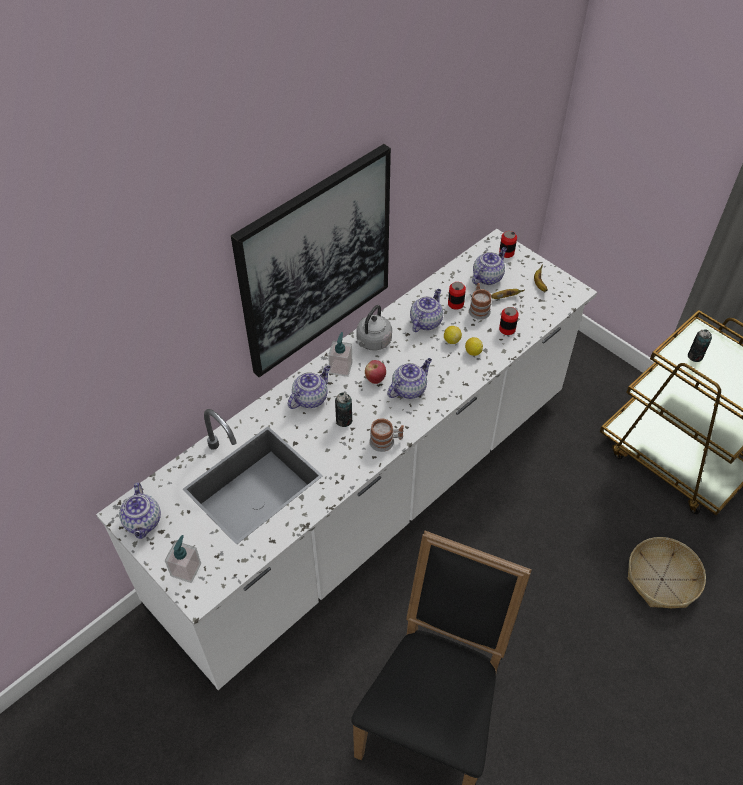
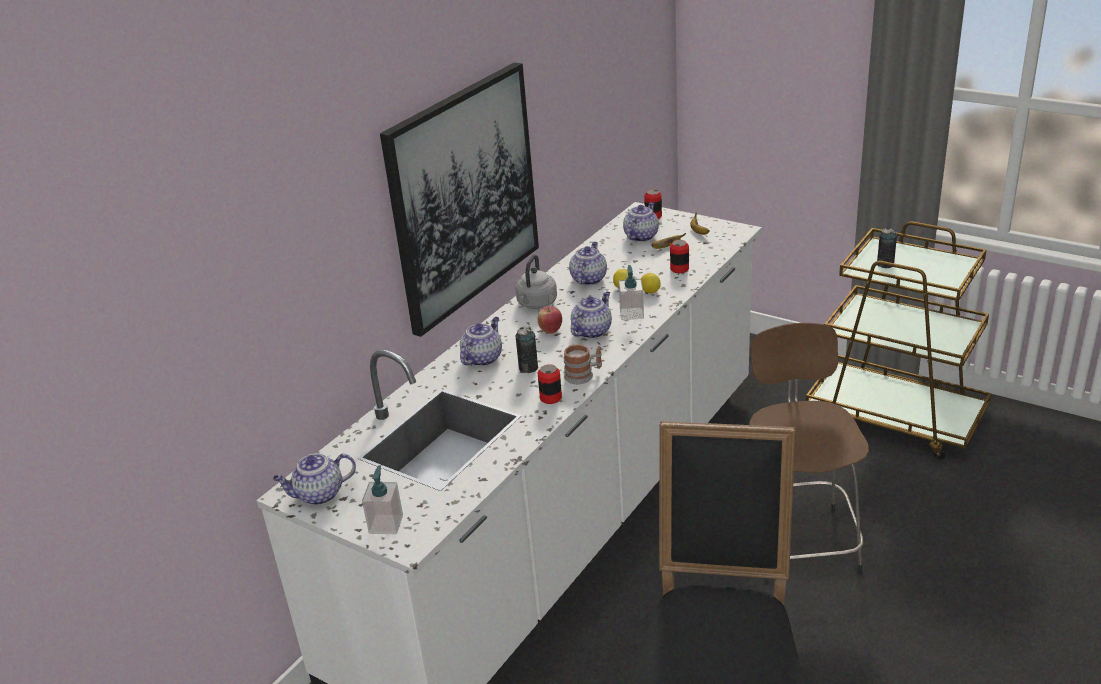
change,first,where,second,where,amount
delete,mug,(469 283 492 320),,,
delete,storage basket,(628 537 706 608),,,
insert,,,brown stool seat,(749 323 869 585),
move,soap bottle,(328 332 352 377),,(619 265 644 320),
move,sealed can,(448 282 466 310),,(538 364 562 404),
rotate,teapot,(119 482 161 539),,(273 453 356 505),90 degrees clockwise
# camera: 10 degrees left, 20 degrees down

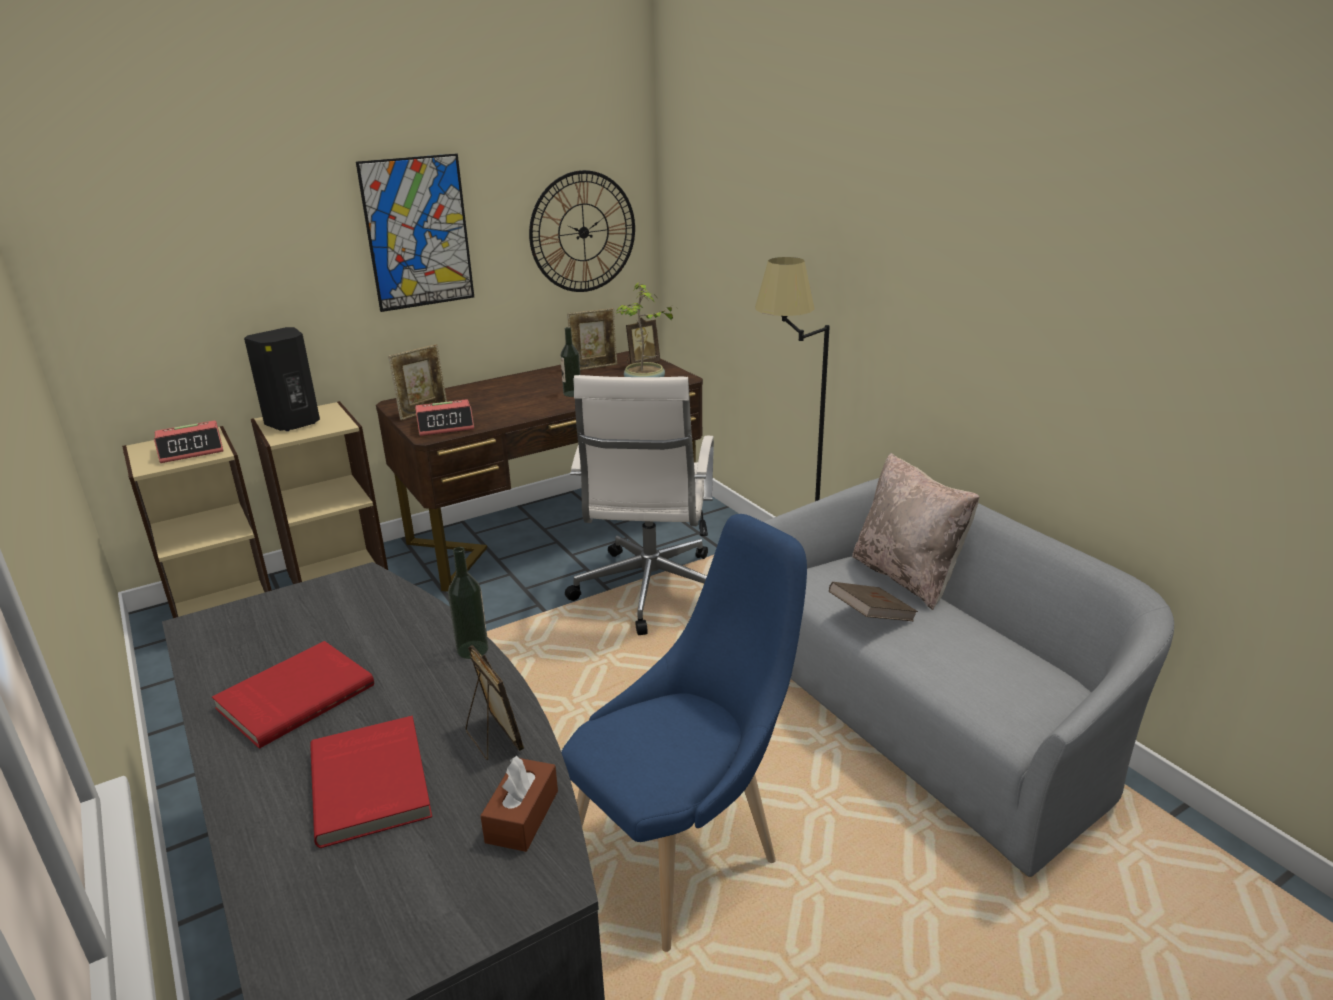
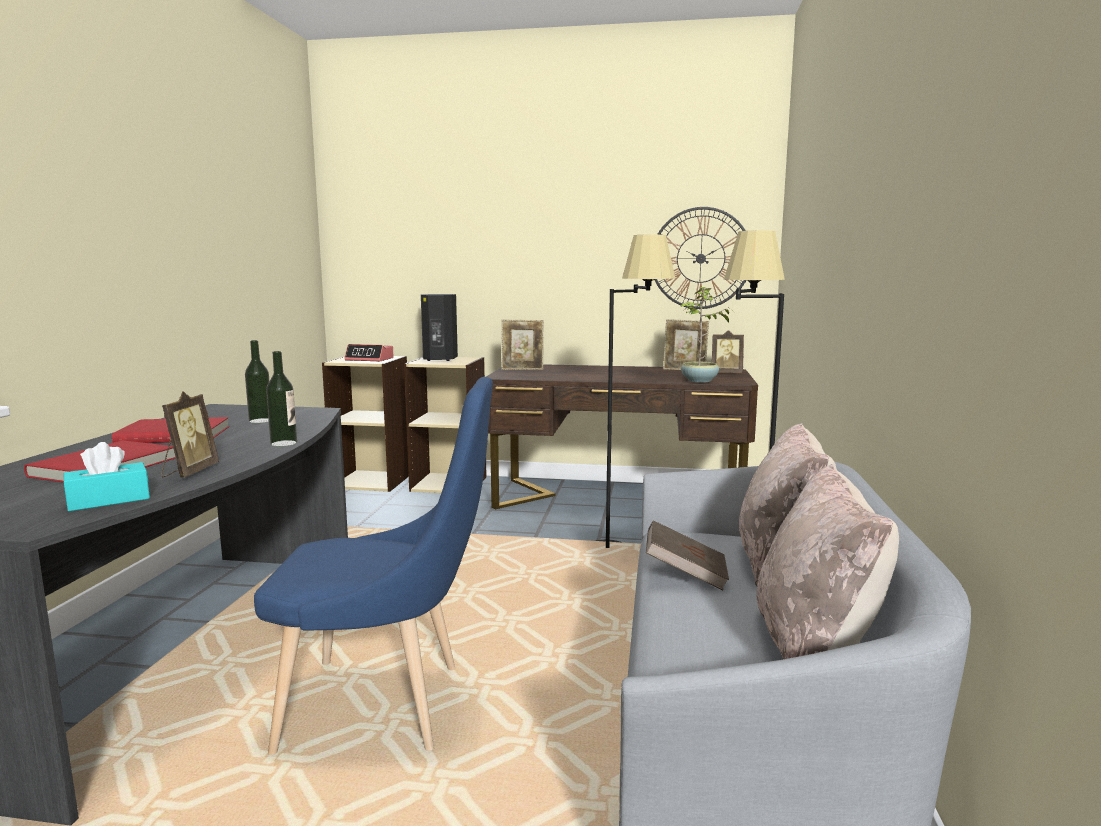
change,first,where,second,where,amount
delete,wall picture,(356 154 474 312),,,
delete,table clock,(415 399 474 436),,,
insert,,,beige pillow,(757 464 899 659),
move,beverage bottle,(560 327 581 397),,(245 340 269 423),
replace,white desk chair,(565 375 714 635),black standing lamp,(596 234 675 548),
recolor,brown tissue holder,(481 756 558 852),turquoise tissue holder,(64 442 150 511),
# camera: 40 degrees right, 15 degrees down

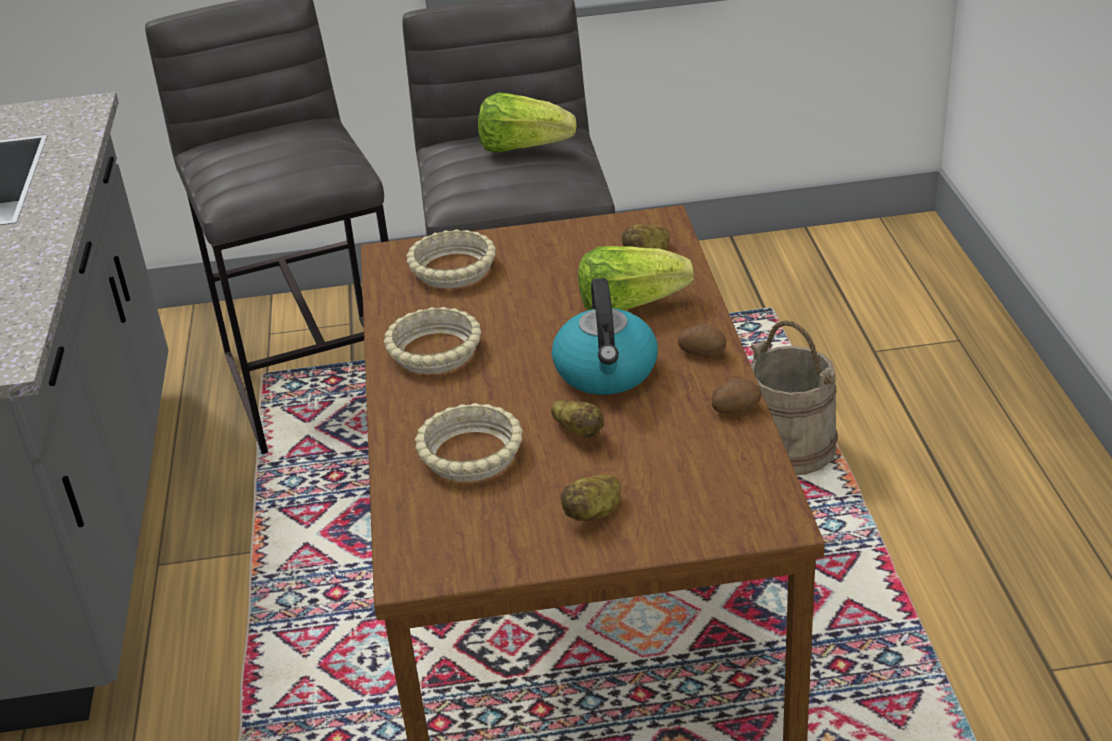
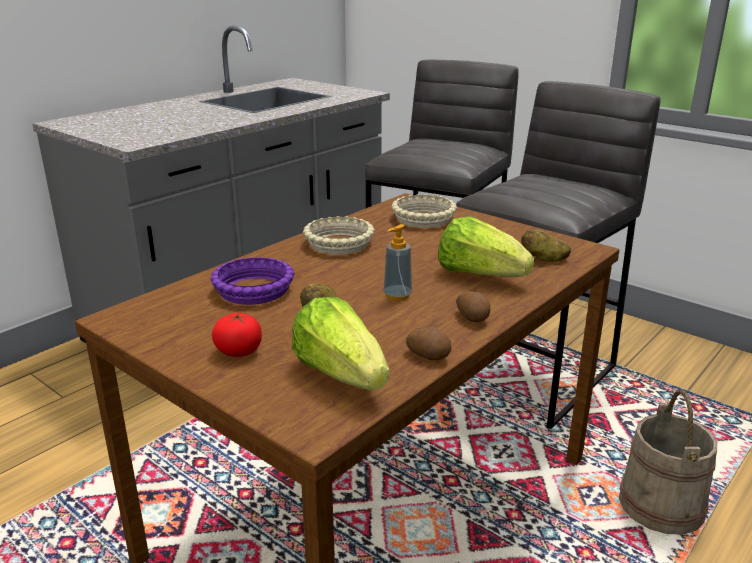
change,first,where,second,where,amount
move,lettuce,(478 93 577 153),,(292 297 389 390),
replace,water kettle,(552 278 658 395),soap bottle,(384 224 412 301),
replace,spud,(561 475 621 521),tomato,(212 312 262 357),
recolor,beige serving bowl,(415 403 523 481),purple-coloured serving bowl,(210 257 294 305),
# camera: 45 degrees right, 10 degrees down

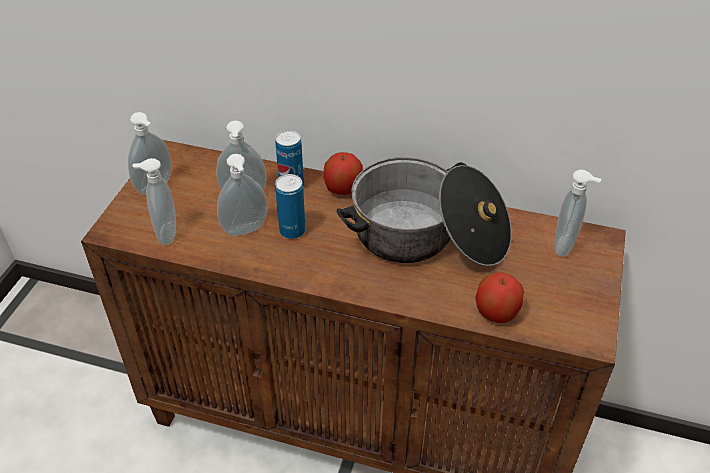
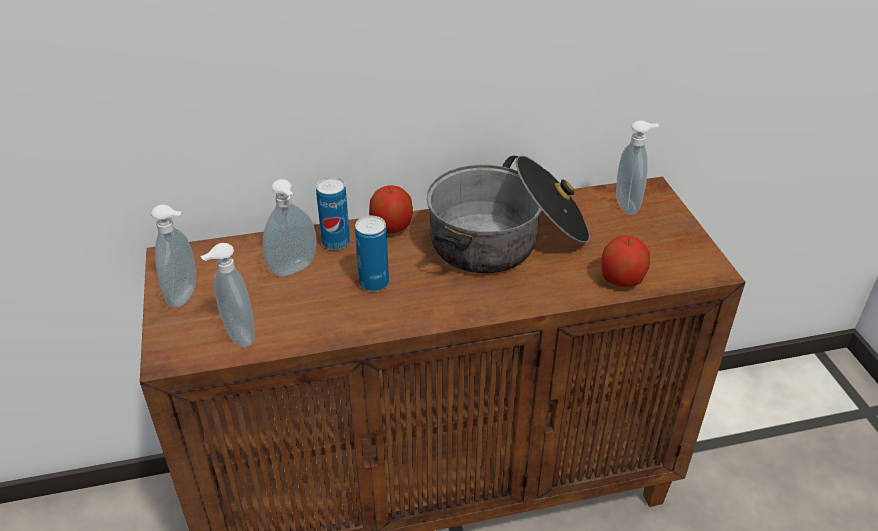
change,first,where,second,where,amount
delete,soap bottle,(217 154 267 236),,,
# camera: 30 degrees left, 5 degrees down

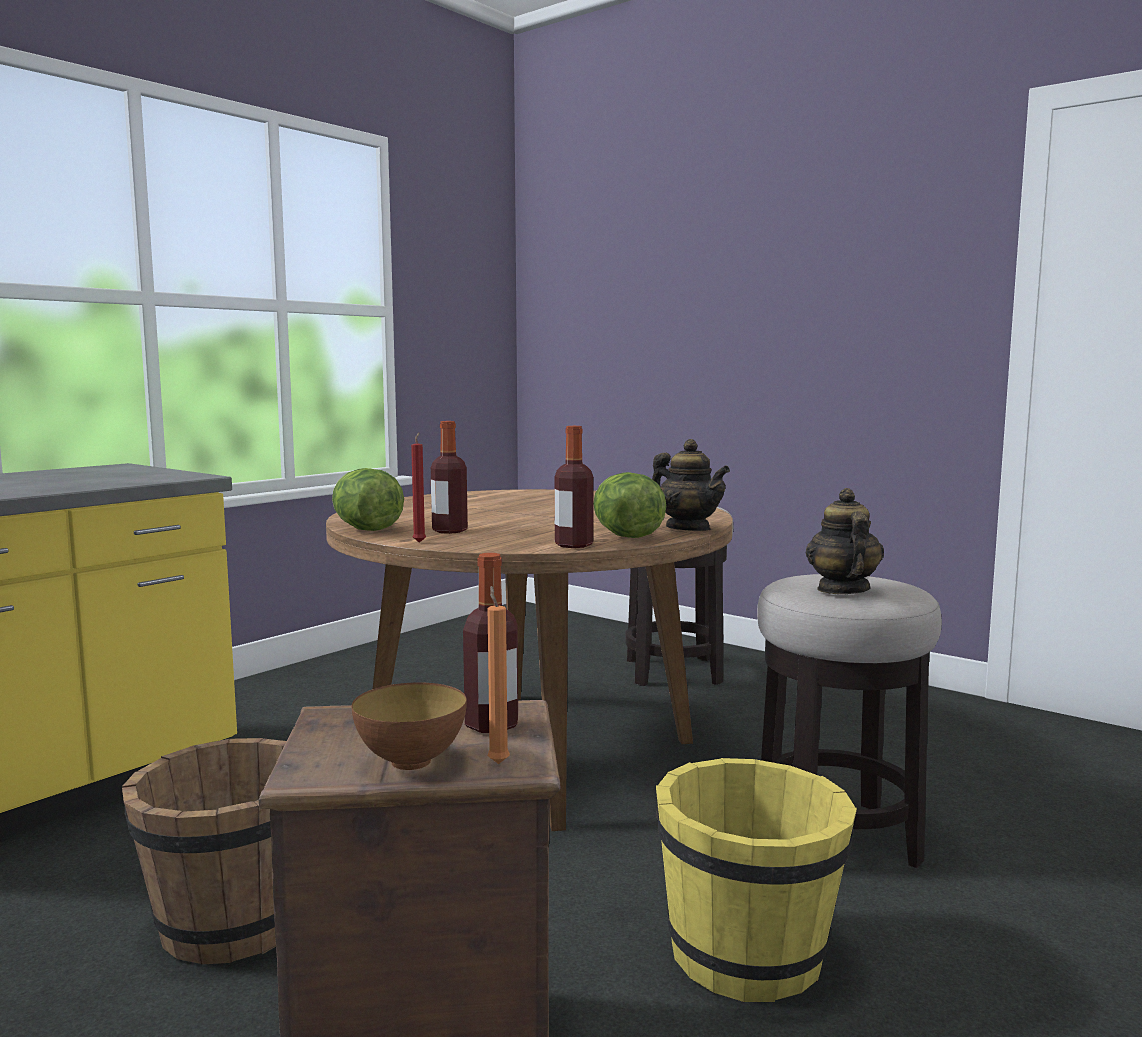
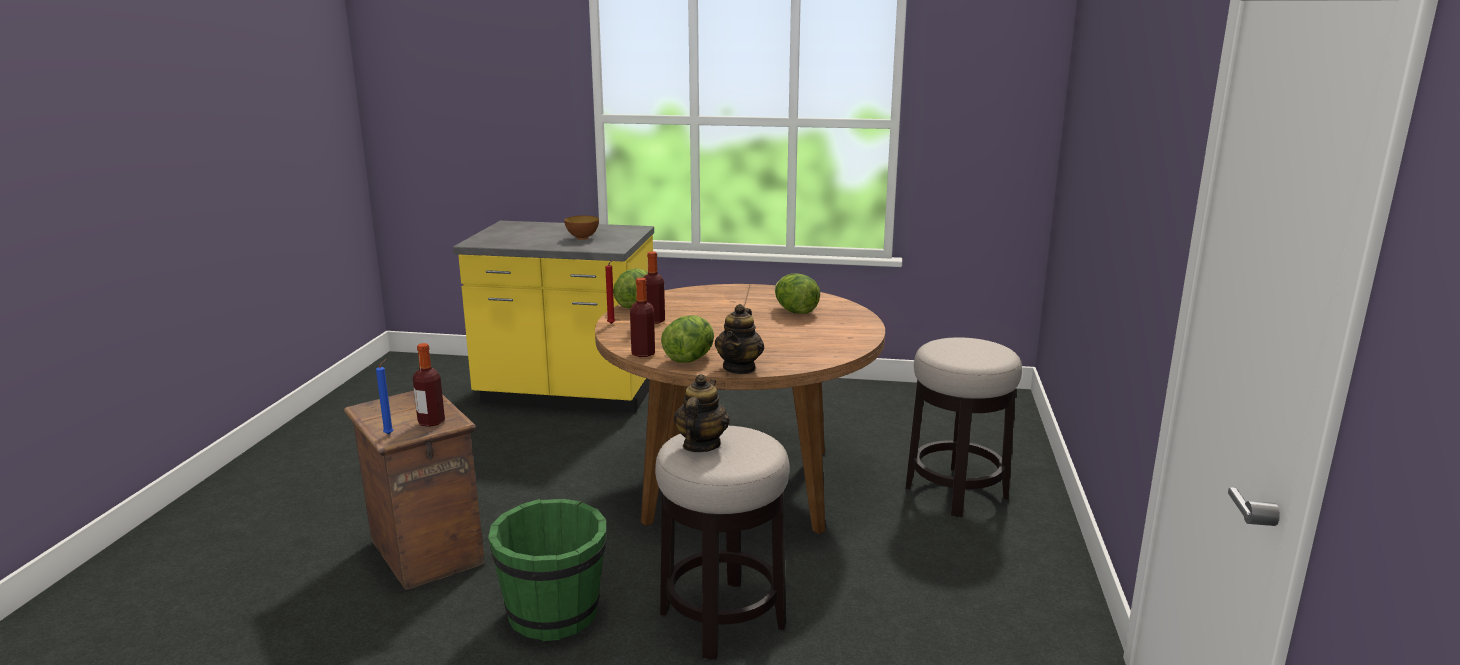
change,first,where,second,where,amount
delete,brown pail,(122 738 286 964),,,
insert,,,lettuce,(775 273 820 314),
move,serving bowl,(351 682 467 770),,(564 216 599 240),
recolor,orange-coloured wax candle,(488 586 510 764),bluish wax candle,(376 359 393 435),
recolor,yellowish pail,(656 758 857 1002),green pail,(488 499 607 641),
rotate,teapot,(806 488 884 594),,(674 374 730 452),45 degrees counterclockwise
# camera: 60 degrees right, 10 degrees up

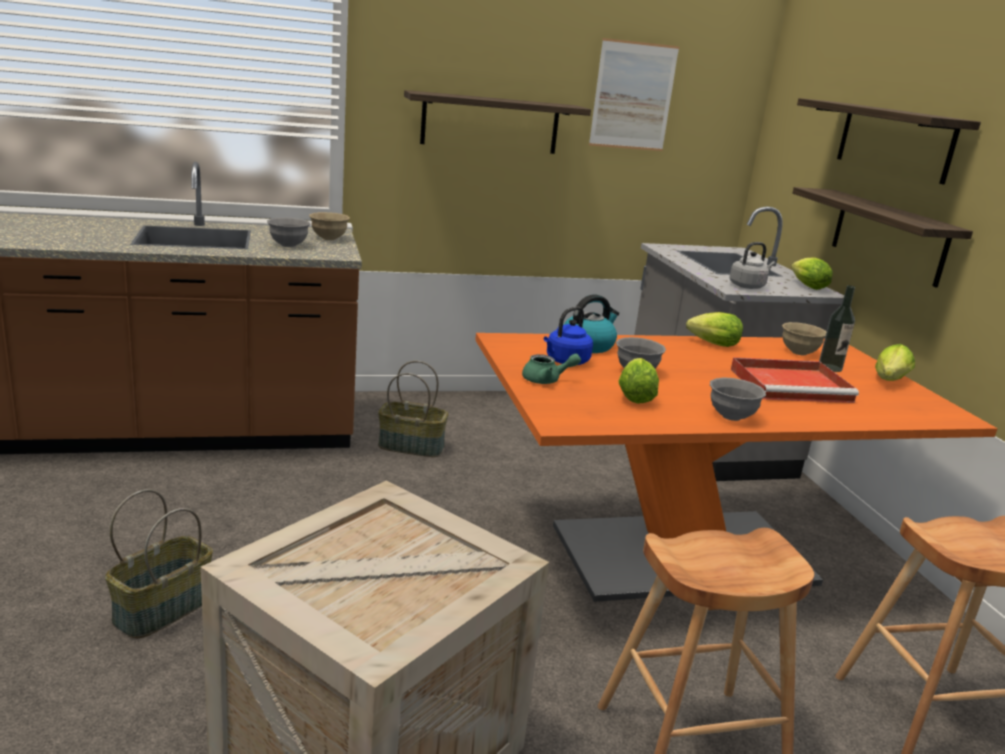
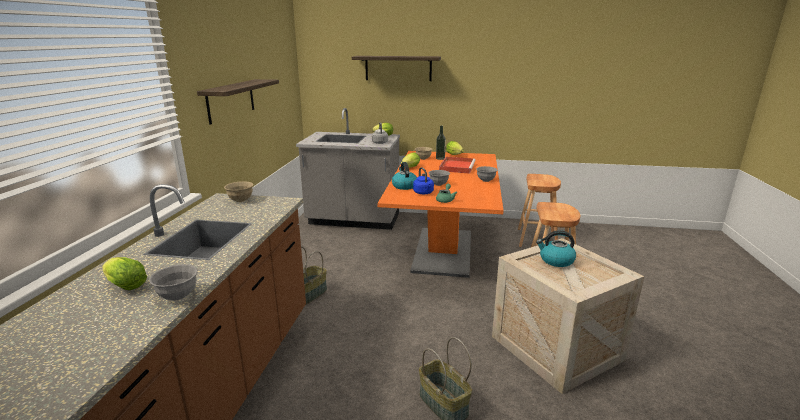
change,first,where,second,where,amount
delete,wall picture,(589 38 679 151),,,
delete,bracket shelf,(792 187 973 288),,,
insert,,,water kettle,(536 230 576 267),
move,greyish serving bowl,(267 217 311 247),,(149 264 198 300),
move,lettuce,(618 358 659 404),,(102 257 147 290),
# camera: 65 degrees left, 0 degrees up

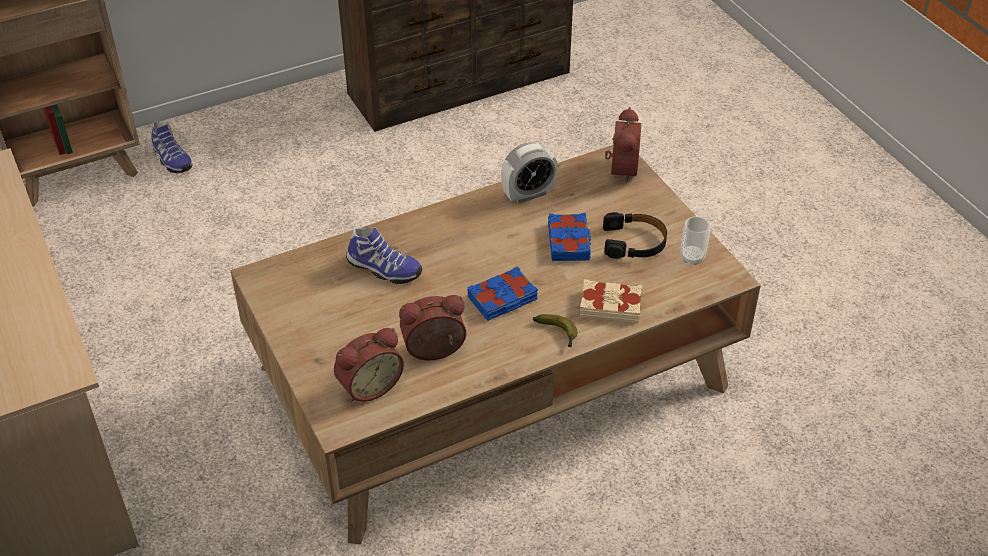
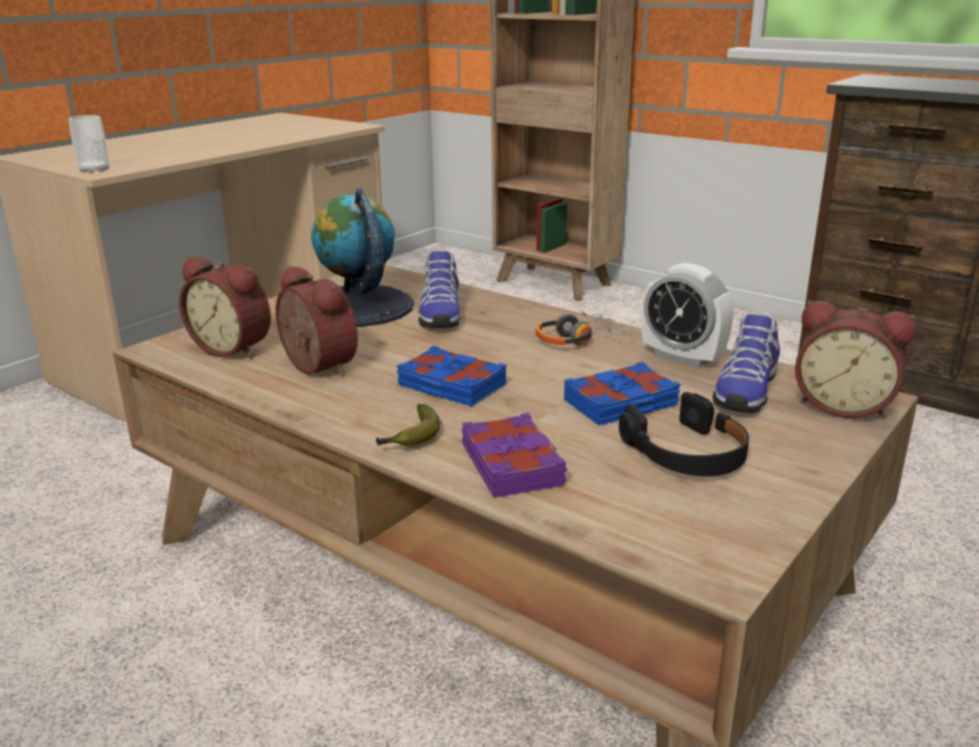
change,first,where,second,where,amount
insert,,,desk globe,(311 188 414 327),
insert,,,headset,(535 312 633 345),
move,item of footwear,(151 122 193 173),,(712 313 780 413),
move,cup,(681 217 710 265),,(69 115 109 174),
recolor,beige bound book,(580 279 642 323),purple-coloured bound book,(462 413 567 498),
rotate,table clock,(605 107 641 183),,(795 300 916 419),45 degrees clockwise
# camera: 65 degrees right, 20 degrees down

